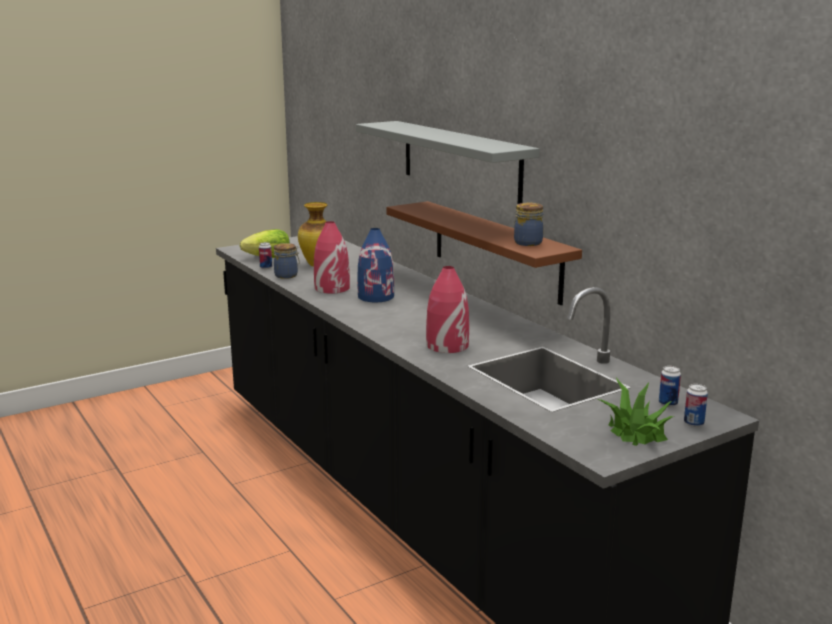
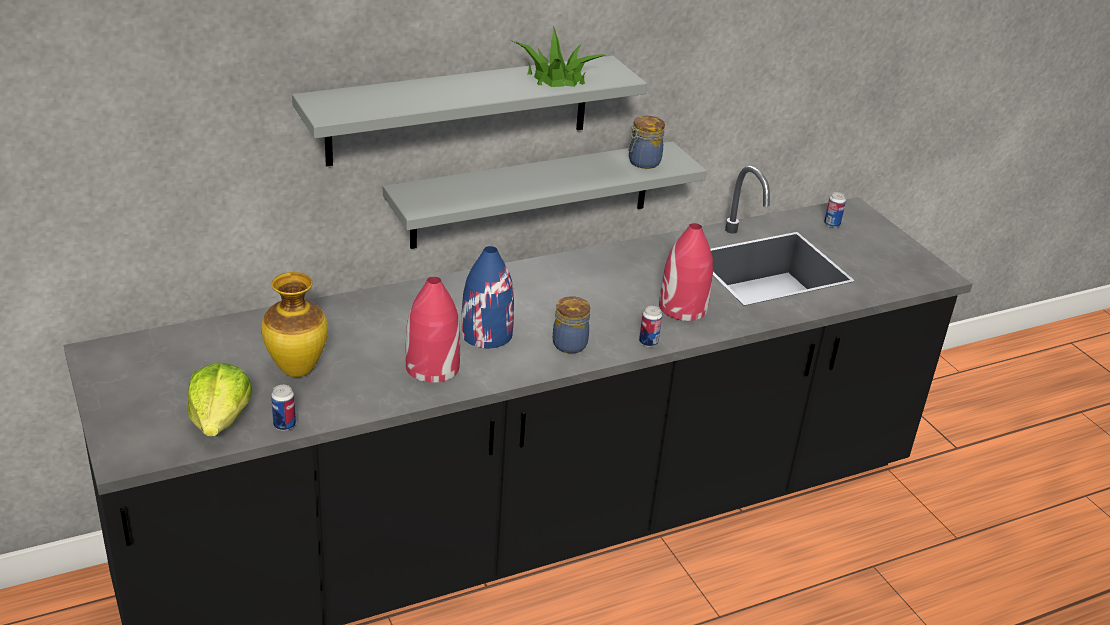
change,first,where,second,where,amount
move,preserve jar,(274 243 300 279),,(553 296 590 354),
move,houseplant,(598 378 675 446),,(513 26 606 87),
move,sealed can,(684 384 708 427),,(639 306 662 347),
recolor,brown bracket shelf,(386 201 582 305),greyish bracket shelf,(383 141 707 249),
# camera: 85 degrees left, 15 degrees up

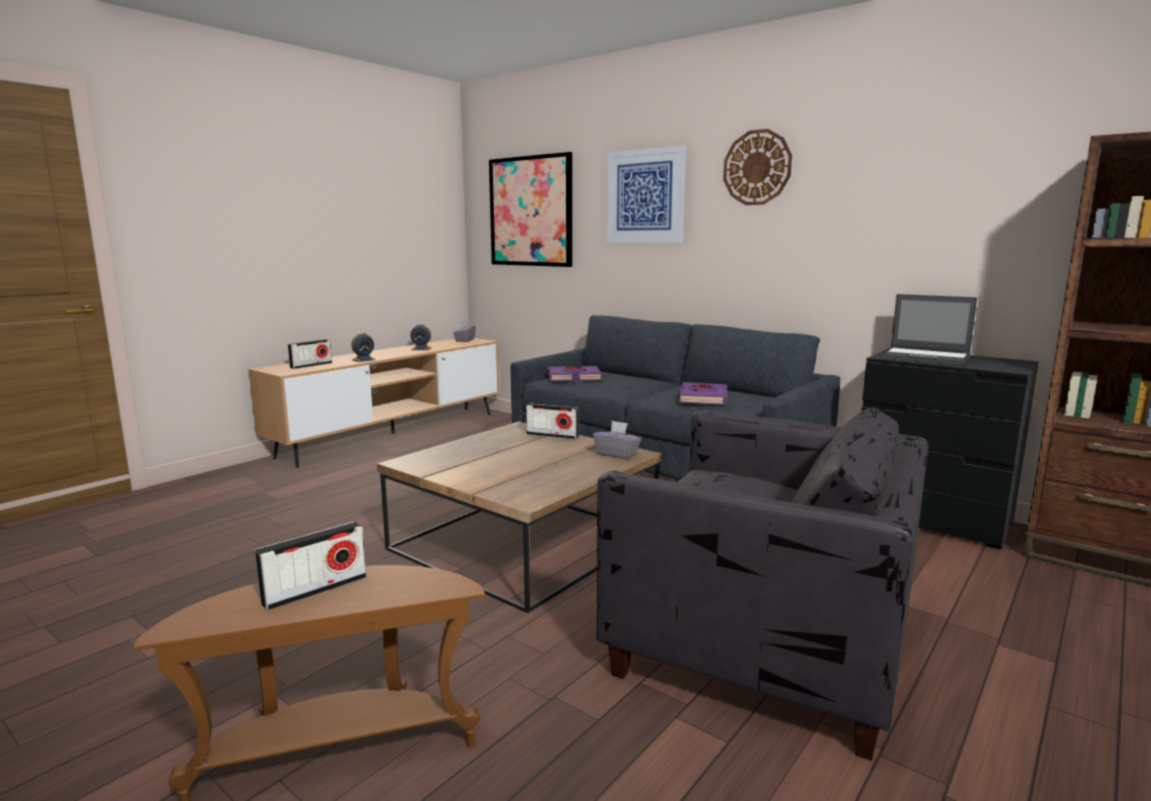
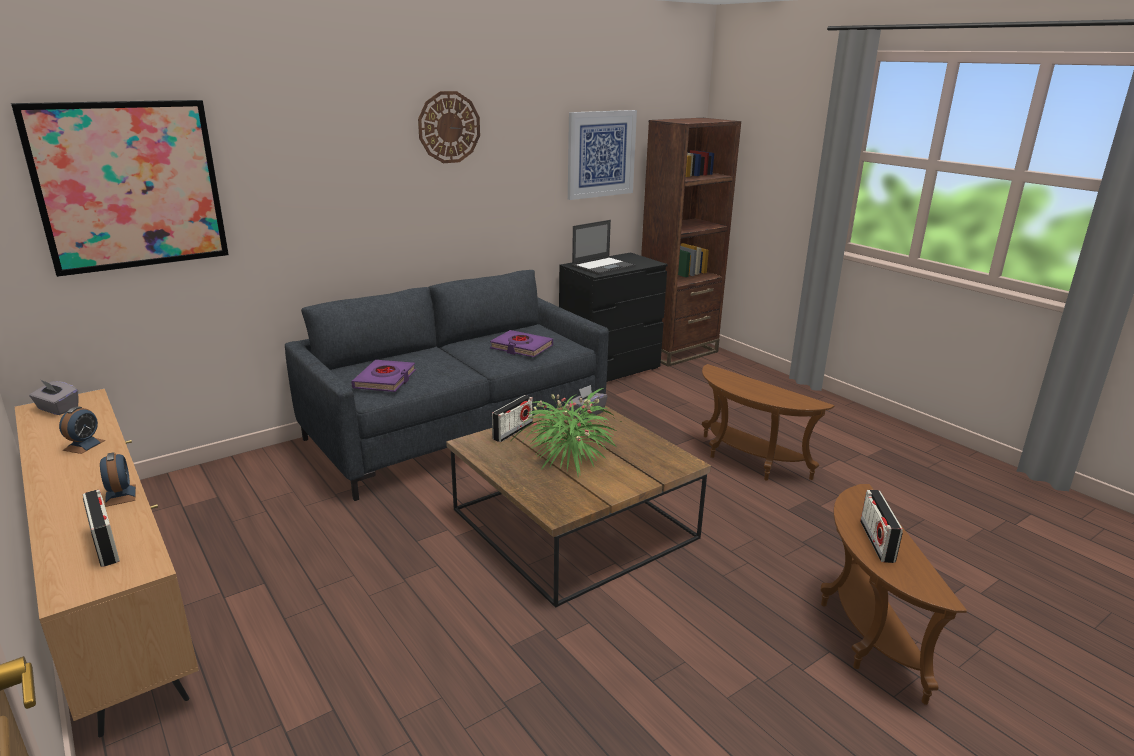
change,first,where,second,where,amount
insert,,,houseplant,(513 388 620 475),
move,wall picture,(606 145 686 242),,(568 110 637 200),
replace,greyish lounge chair,(597 407 929 760),brown end table,(702 364 835 480),
rotate,radio receiver,(255 522 367 611),,(860 490 903 563),150 degrees counterclockwise
# camera: 75 degrees left, 10 degrees up

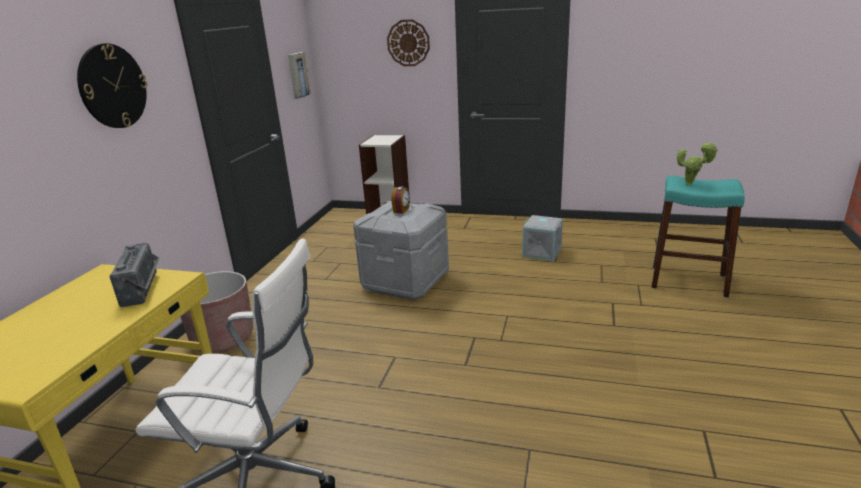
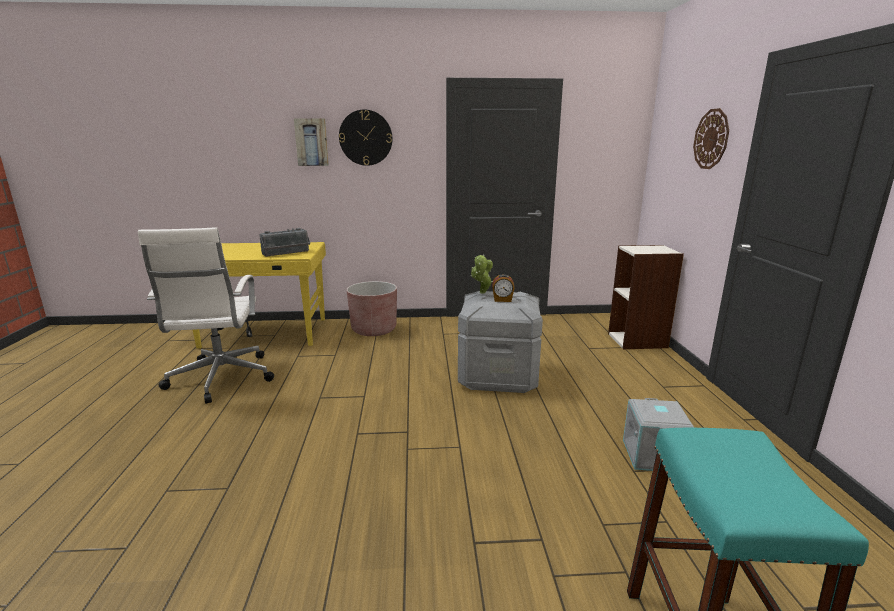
change,first,where,second,where,amount
move,wall picture,(288 52 311 99),,(294 118 329 166),
move,houseplant,(677 141 718 185),,(471 254 493 294),
# camera: 70 degrees right, 5 degrees down

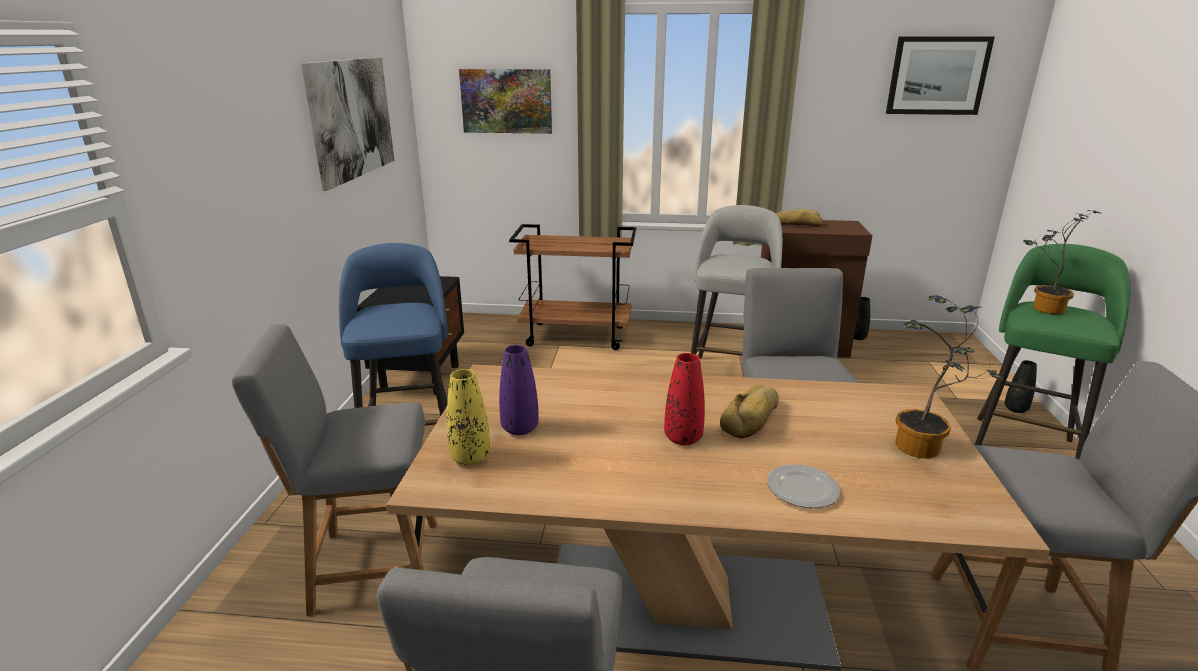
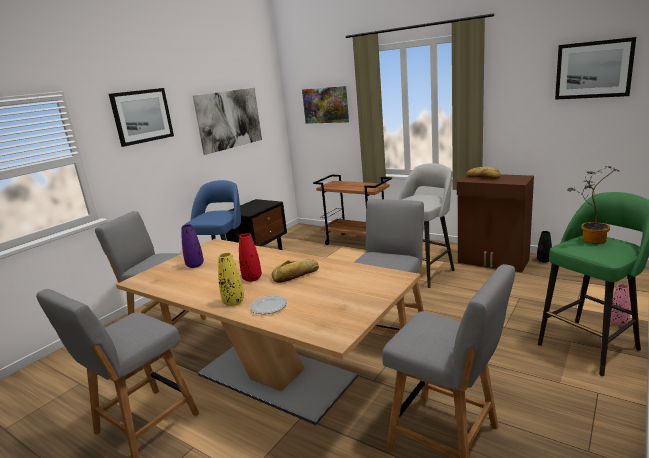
change,first,where,second,where,amount
delete,houseplant,(895 296 1003 459),,,
insert,,,wall picture,(109 88 174 147),
move,yellowish vase,(447 369 490 466),,(218 253 244 306),
recolor,black vase,(1004 360 1037 413),pinkish vase,(610 284 631 325),
# camera: 30 degrees right, 5 degrees down

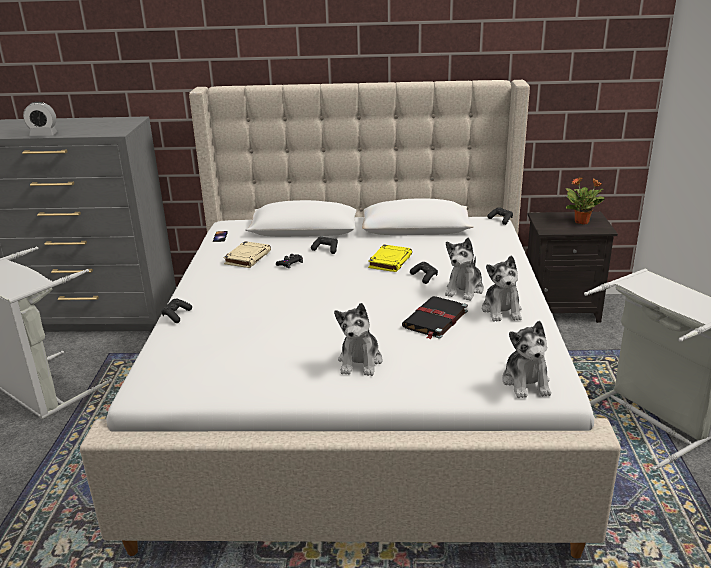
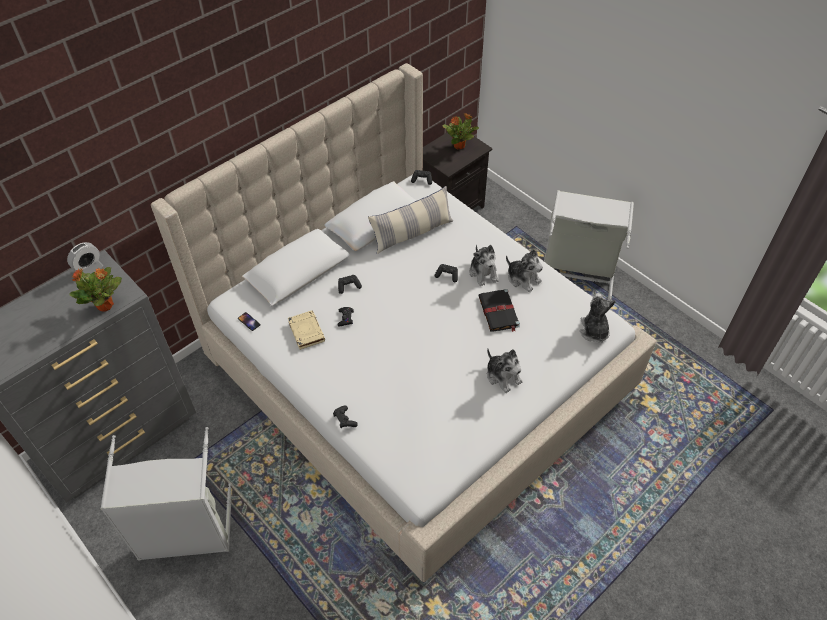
change,first,where,second,where,amount
delete,yellowish bound book,(368 244 412 272),,,
insert,,,houseplant,(70 267 122 312),
insert,,,pillow,(368 186 453 254),
move,table clock,(23 102 58 136),,(67 242 103 274),
rotate,plush toy,(502 321 551 398),,(580 293 616 343),135 degrees counterclockwise
# camera: 45 degrees left, 25 degrees up

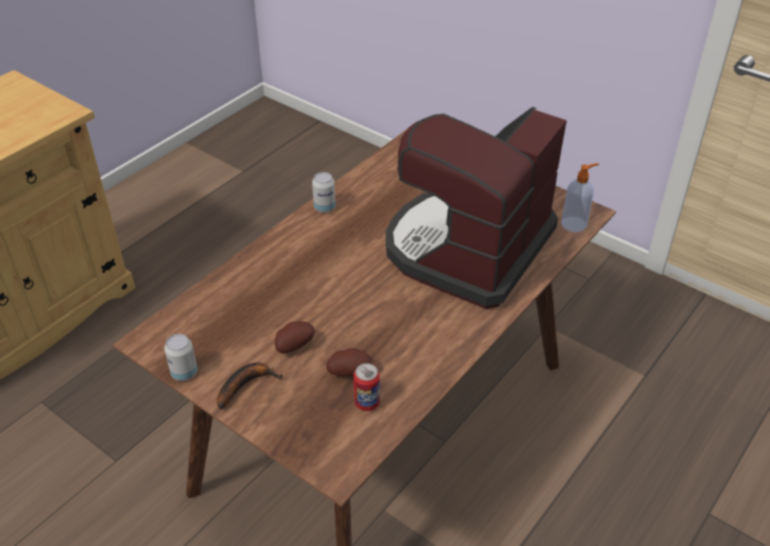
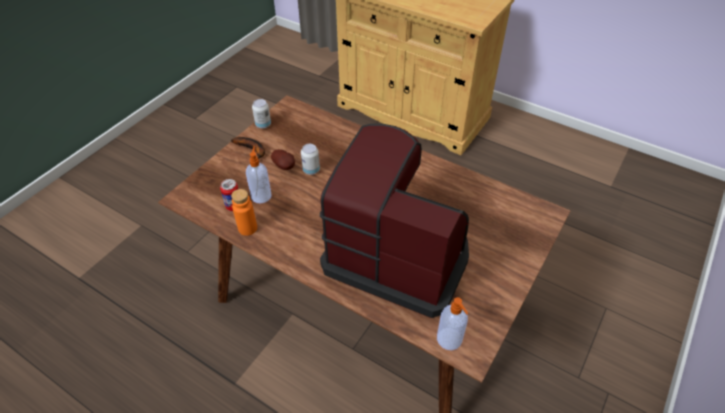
change,first,where,second,where,amount
insert,,,orange-coloured beverage bottle,(231 189 257 236),
move,sealed can,(312 172 336 213),,(301 144 320 175),
replace,spud,(326 348 372 377),soap bottle,(246 146 272 204),
# camera: 85 degrees right, 5 degrees up

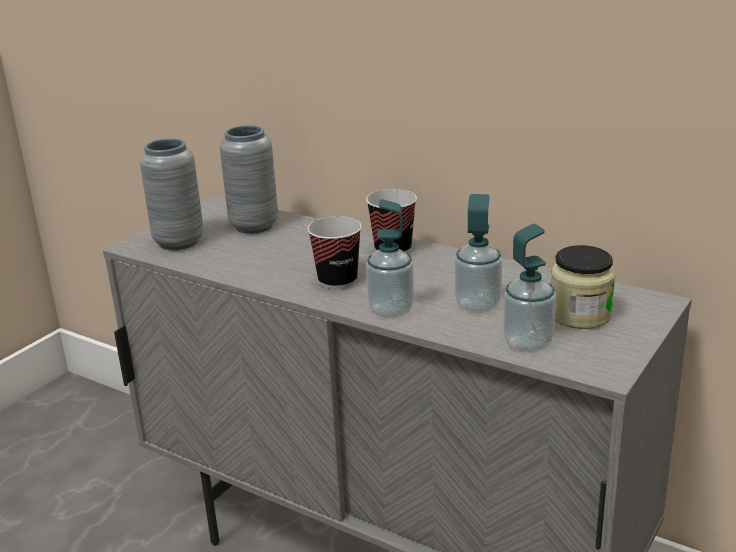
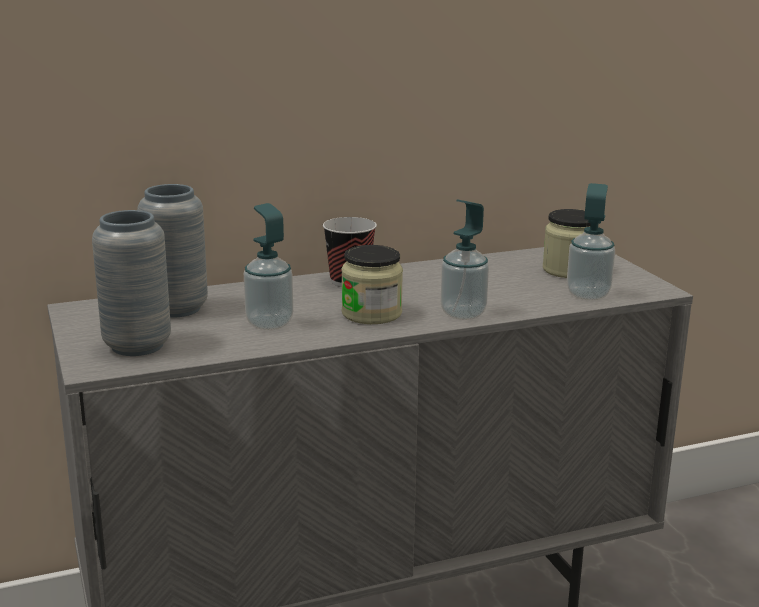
change,first,where,second,where,amount
move,soap bottle,(455 194 502 313),,(244 203 293 330),
replace,cup,(307 216 362 289),preserve jar,(341 245 403 324),
# camera: 55 degrees left, 5 degrees down

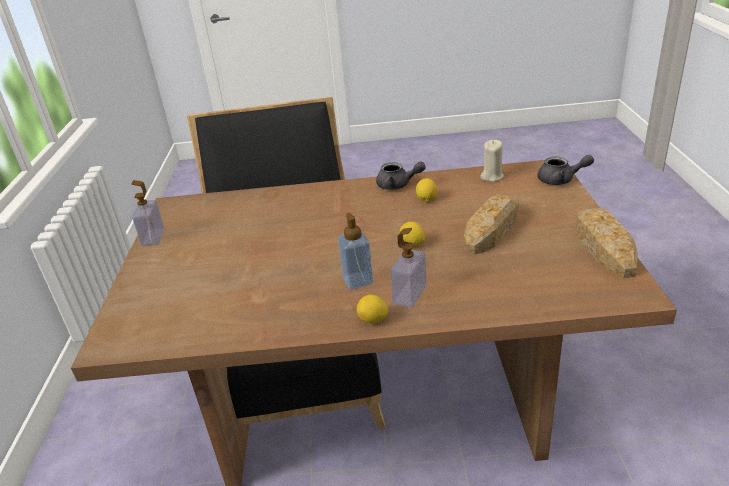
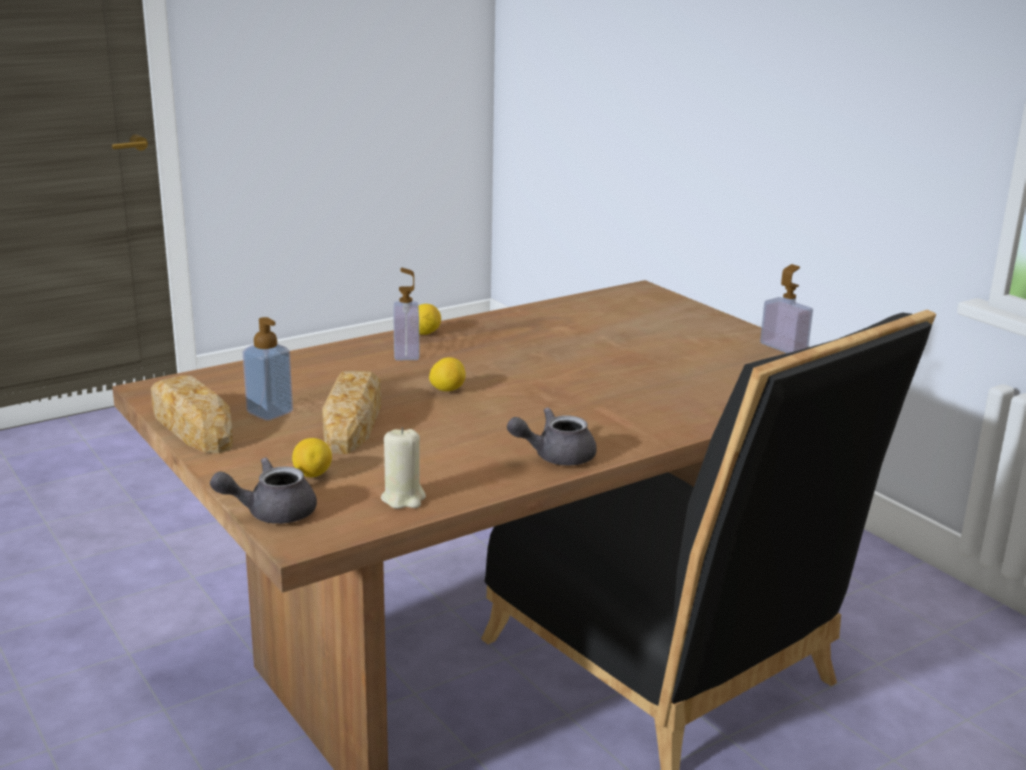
change,first,where,second,where,amount
move,soap bottle,(338 213 373 290),,(243 317 293 421),
move,citrus fruit,(416 178 438 202),,(292 438 332 477),
# camera: 145 degrees right, 10 degrees down

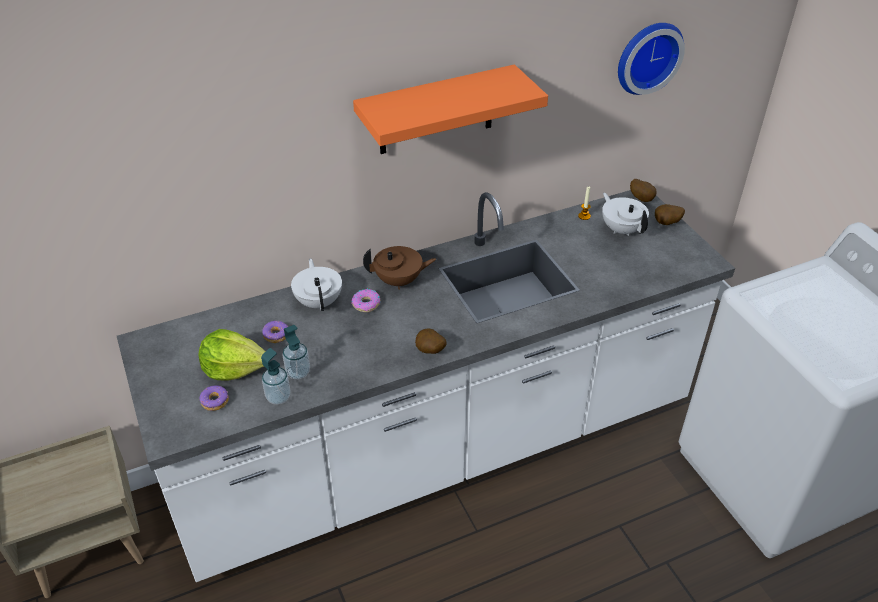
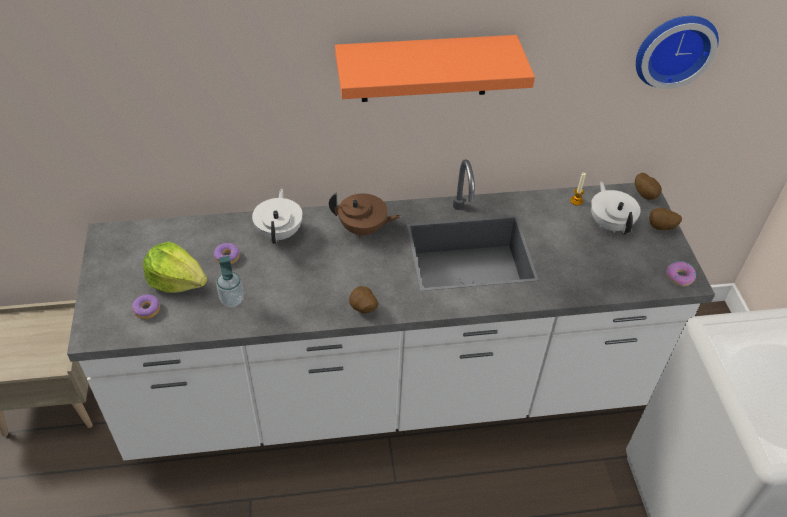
change,first,where,second,where,amount
delete,soap bottle,(261 348 291 405),,,
move,ring doughnut,(351 288 380 312),,(666 261 696 286),
# camera: 15 degrees right, 5 degrees up

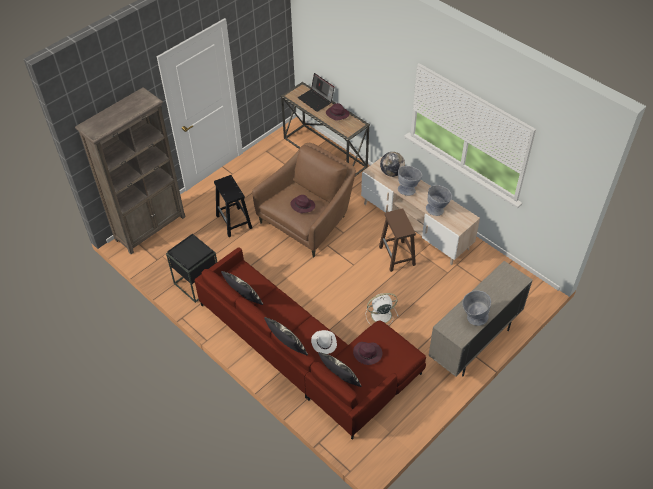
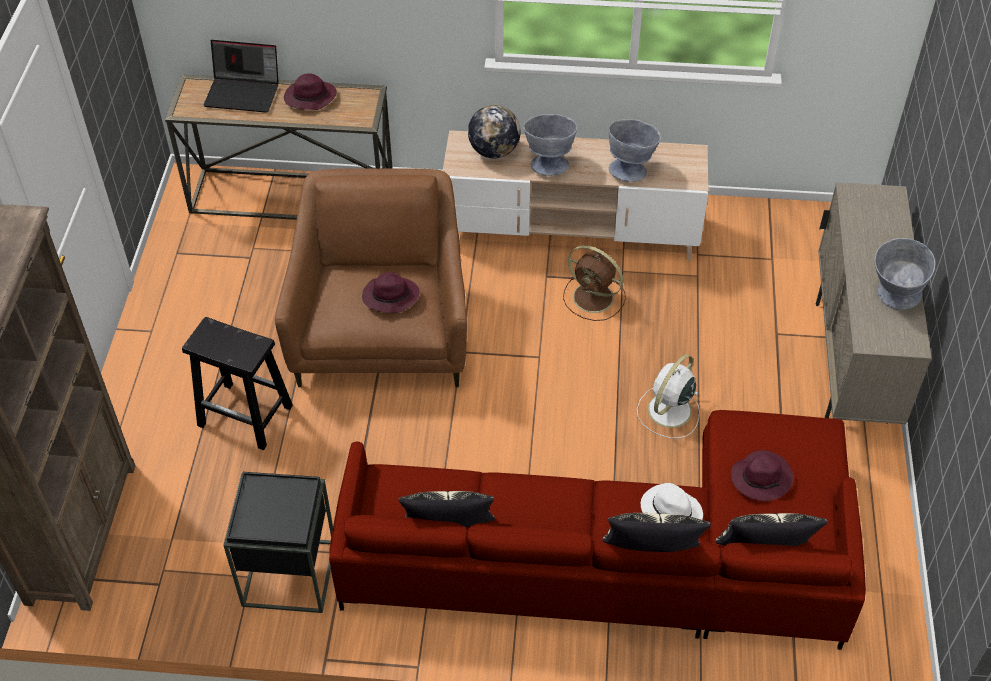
change,first,where,second,where,amount
replace,brown stool seat,(379 208 416 272),brown fan,(563 245 626 321),
# camera: 40 degrees left, 0 degrees up

